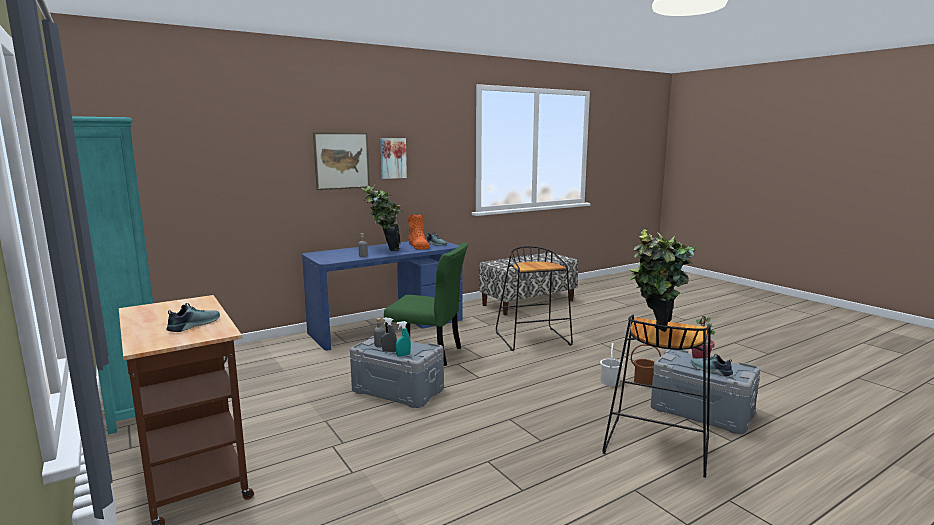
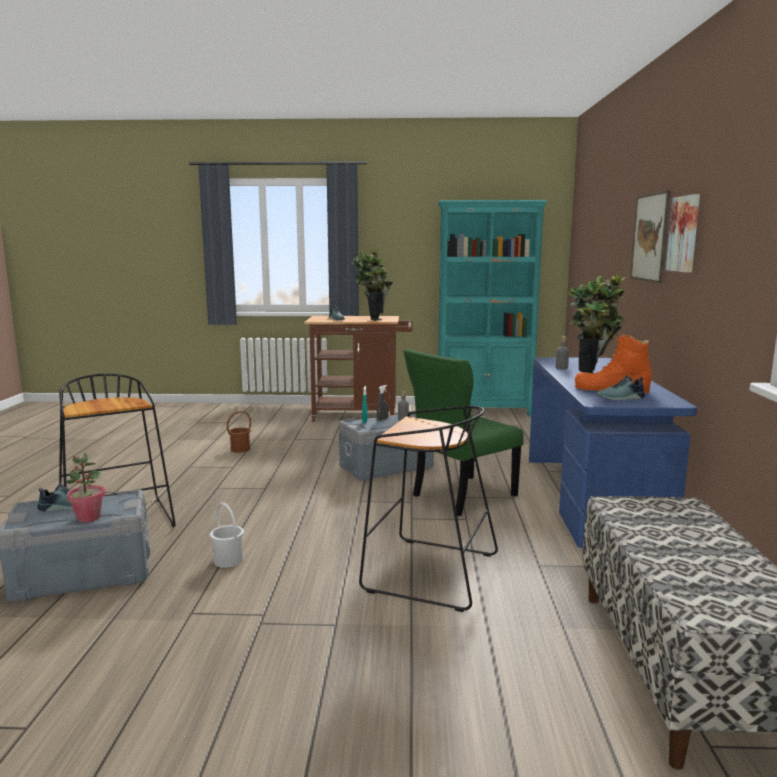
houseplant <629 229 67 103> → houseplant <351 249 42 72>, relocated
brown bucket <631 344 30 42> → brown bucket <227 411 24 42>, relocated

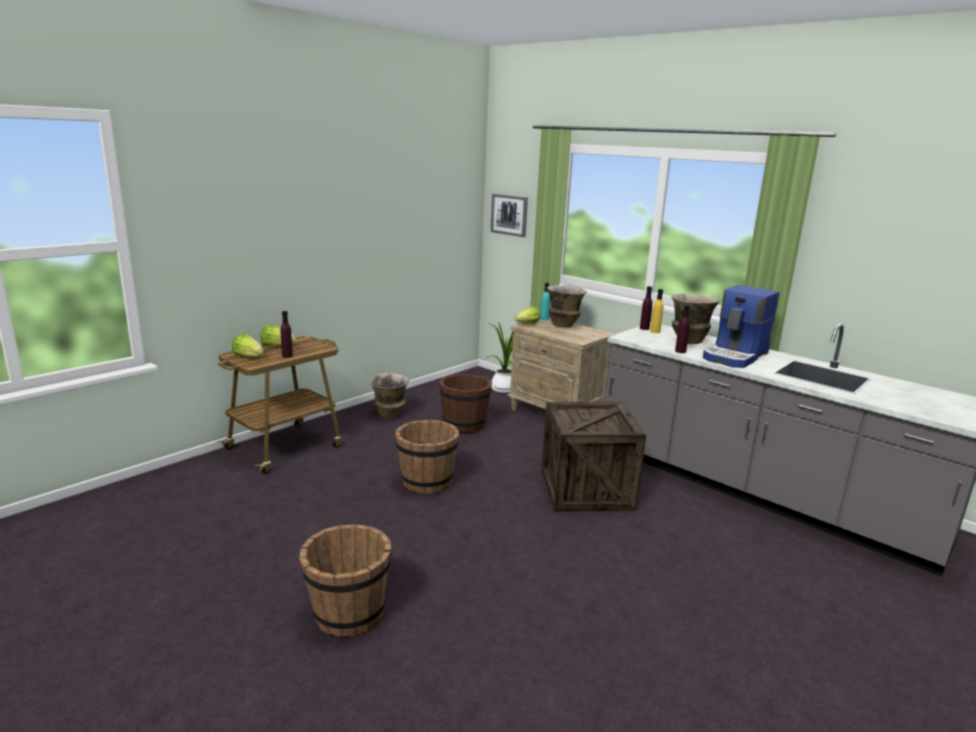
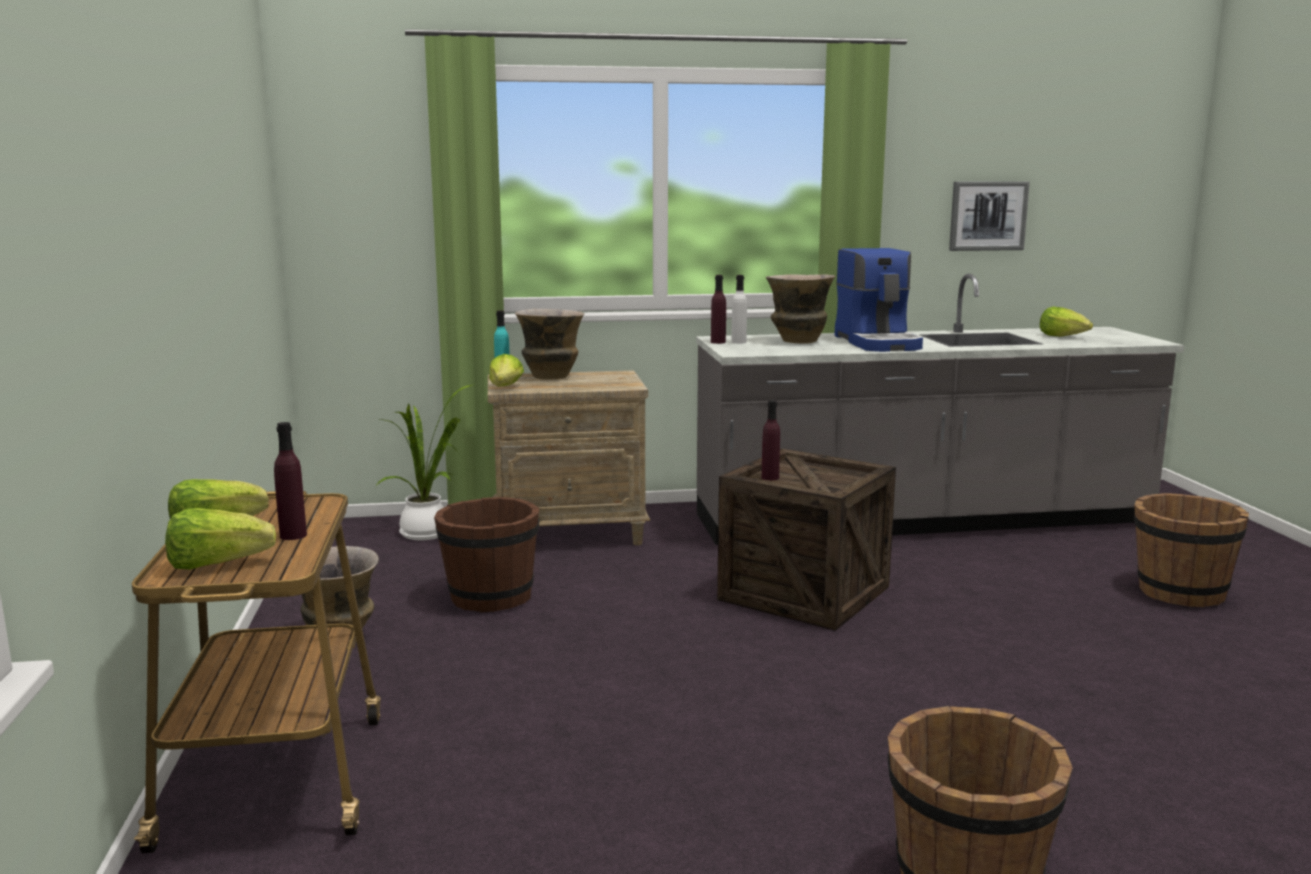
- → lettuce <1040 306 53 31>
brown bucket <395 420 64 74> → brown bucket <1134 493 115 114>, relocated
wall art <491 194 37 43> → wall art <949 181 81 70>, relocated
purple drink bottle <675 305 15 48> → purple drink bottle <762 400 18 80>, relocated
yellow-coloured drink bottle <650 289 13 44> → whitish drink bottle <731 275 16 69>

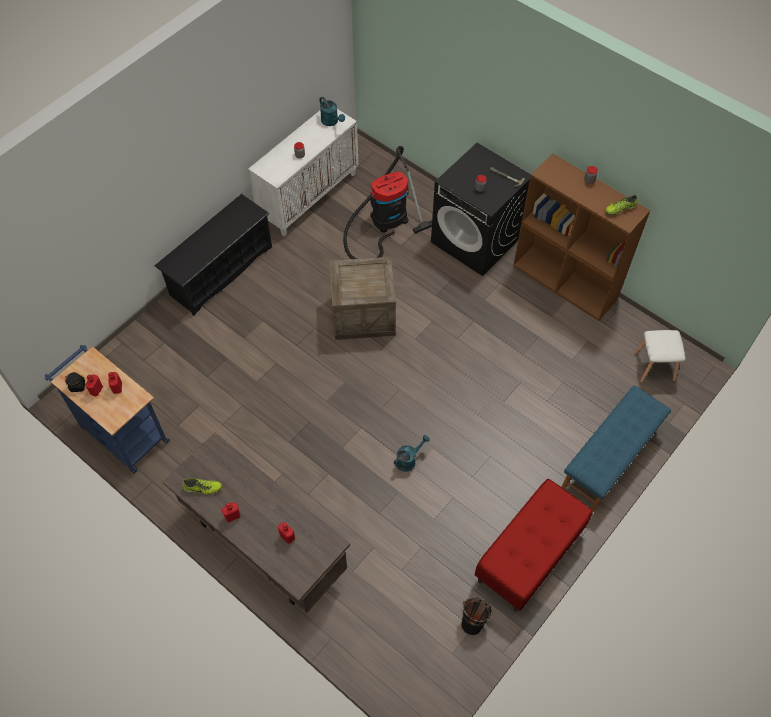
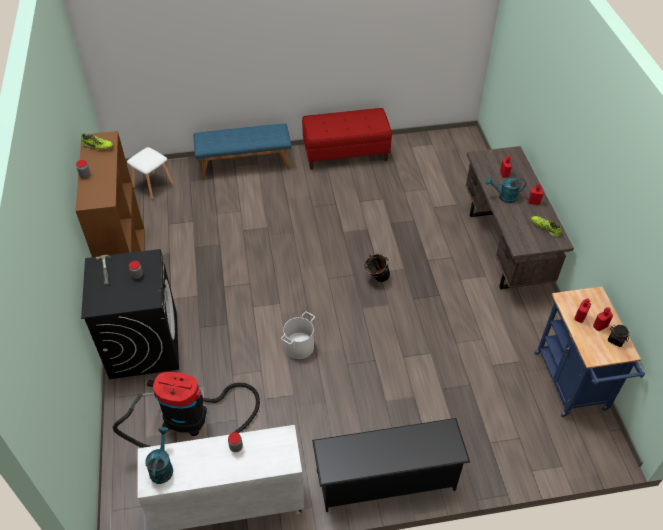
turquoise-coloured sprinkling can <394 435 36 37> → turquoise-coloured sprinkling can <485 177 41 26>, relocated
black bucket <461 597 32 39> → black bucket <365 254 25 28>, relocated
crate <330 257 66 83> → whitish bucket <281 311 34 48>

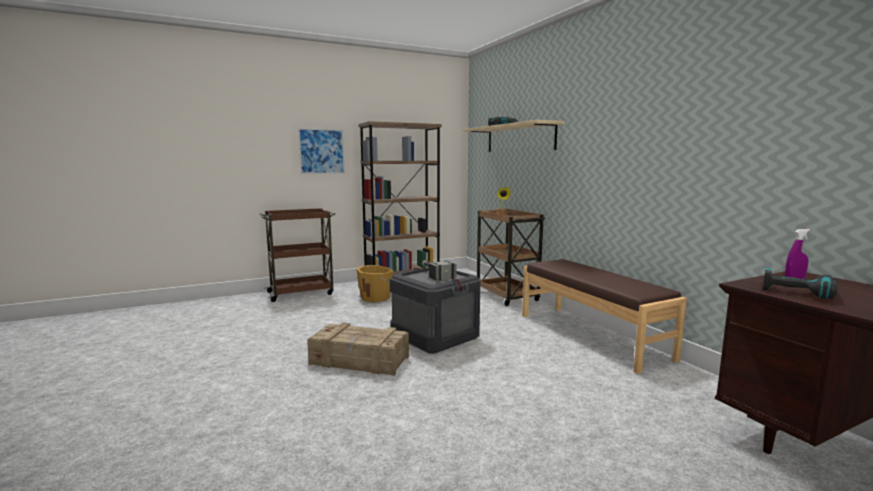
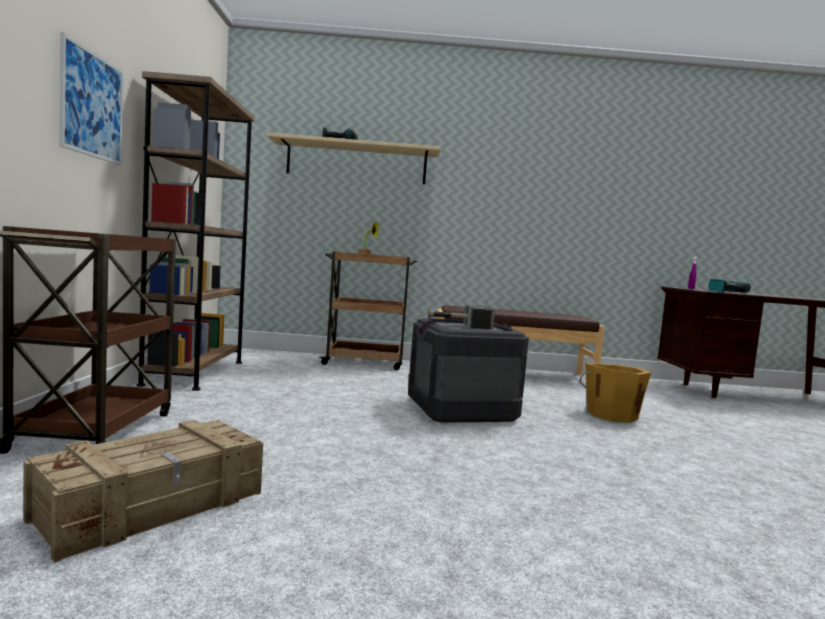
crate <307 322 102 54> → crate <23 420 240 143>, relocated
orange-coloured bucket <356 265 38 38> → orange-coloured bucket <580 363 71 60>, relocated

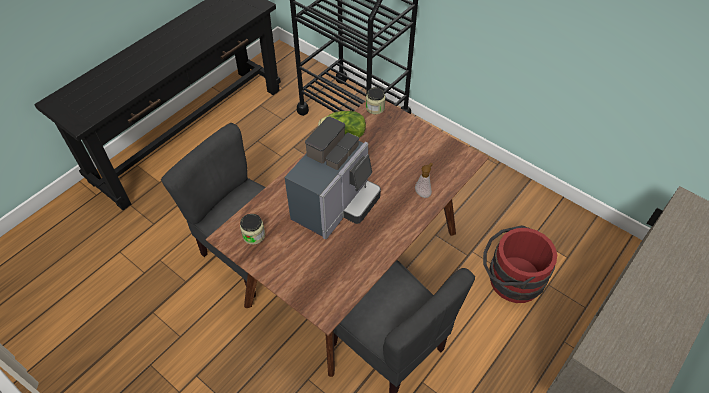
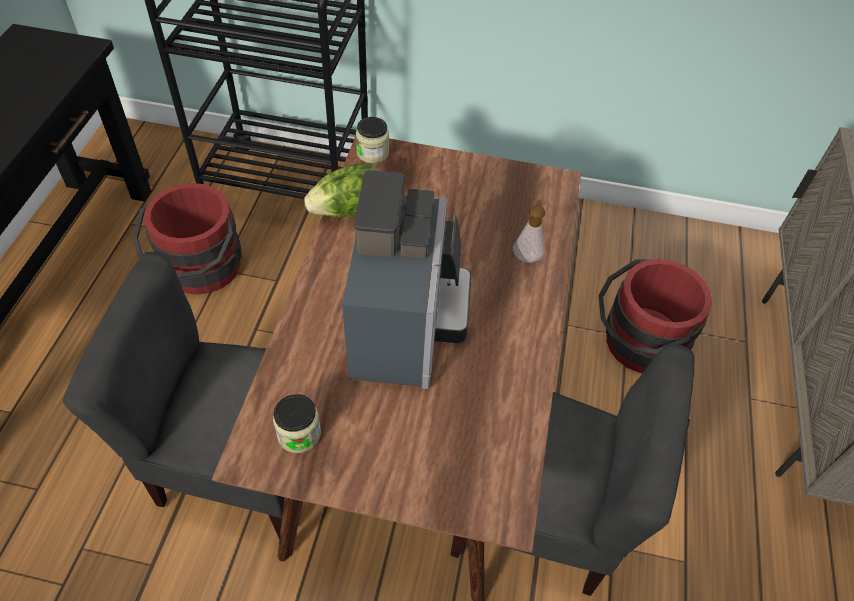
- → red-coloured bucket <133 183 108 111>

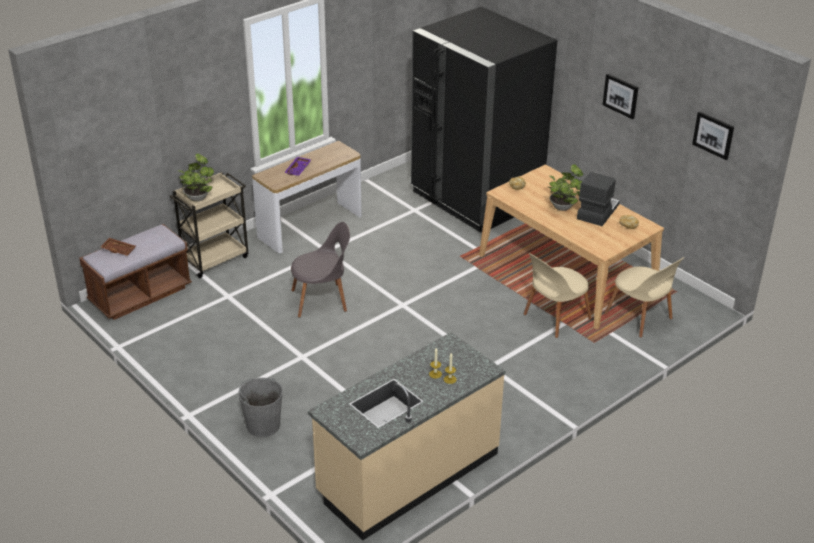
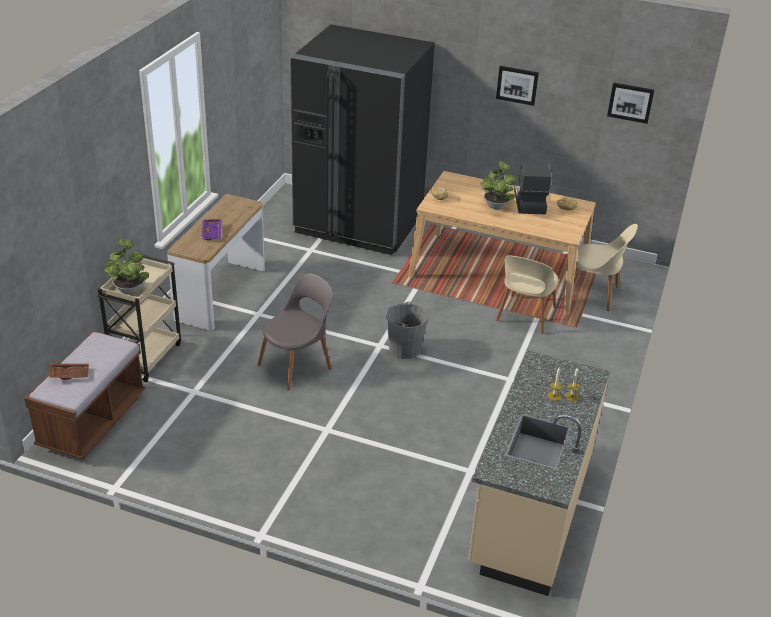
gray bucket <238 378 45 59> → gray bucket <385 302 43 57>, relocated

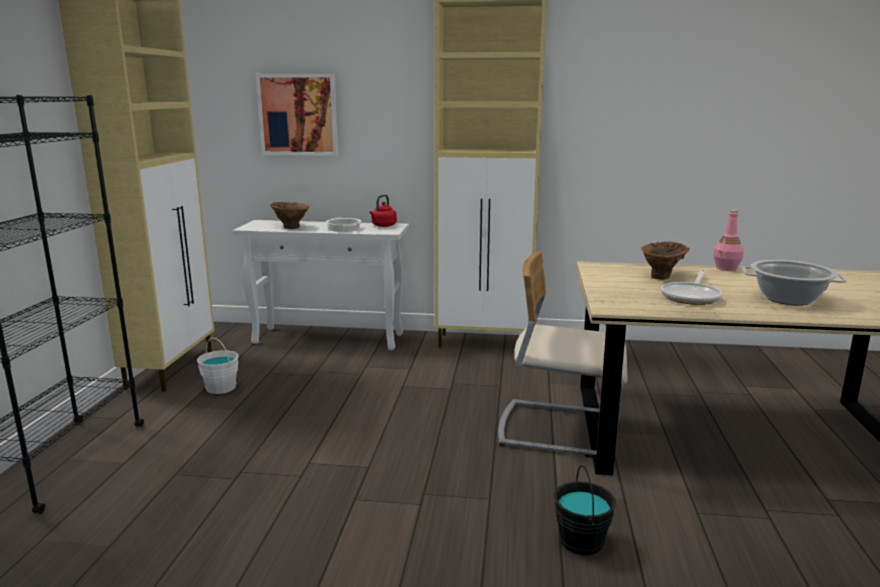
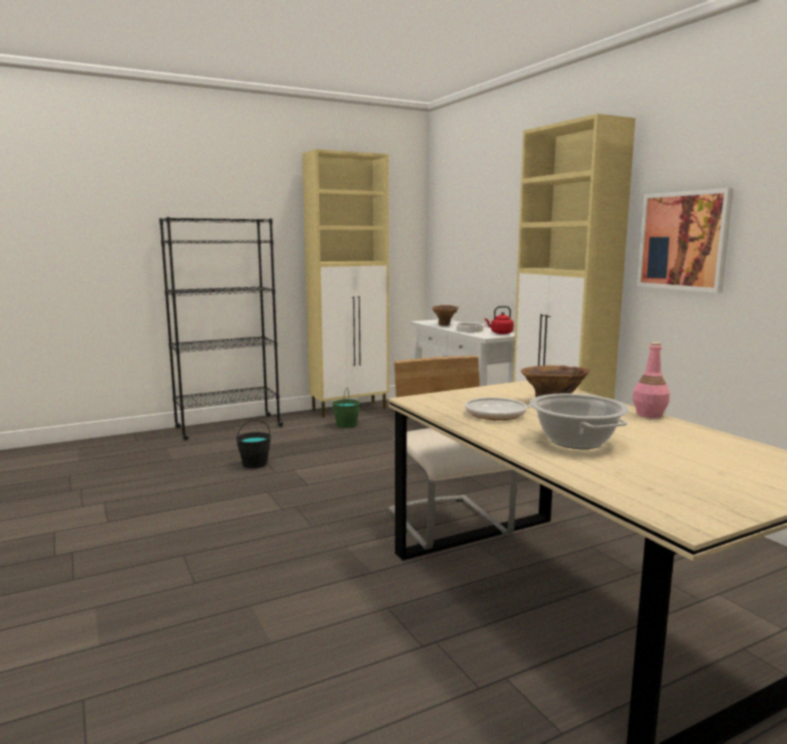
wall art <256 74 82 82> → wall art <637 188 96 105>, relocated
black bucket <554 465 62 90> → black bucket <236 420 35 48>, relocated
whitish bucket <197 338 42 56> → greenish bucket <332 388 29 40>

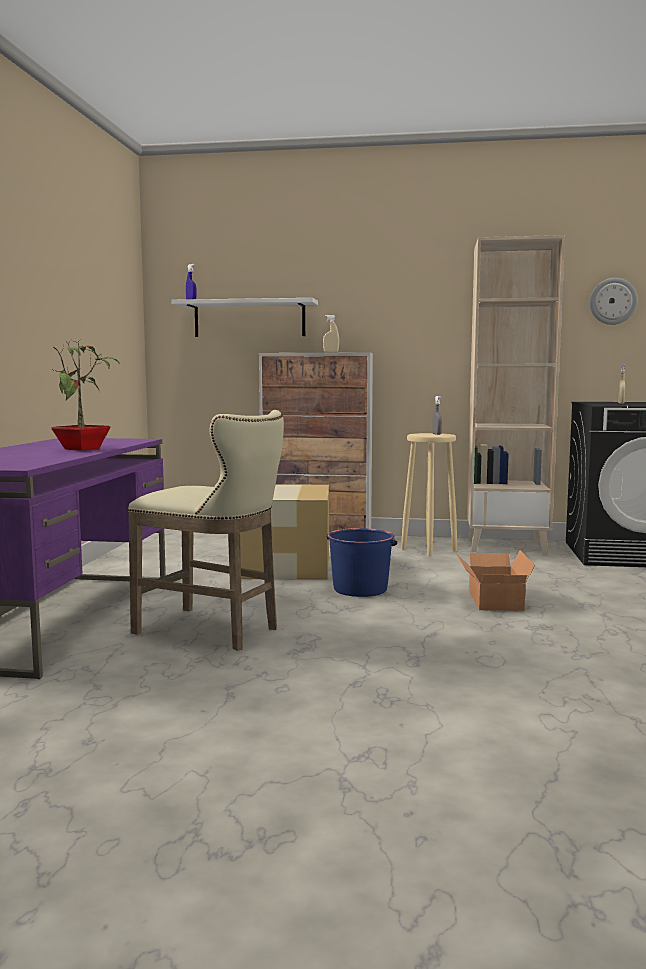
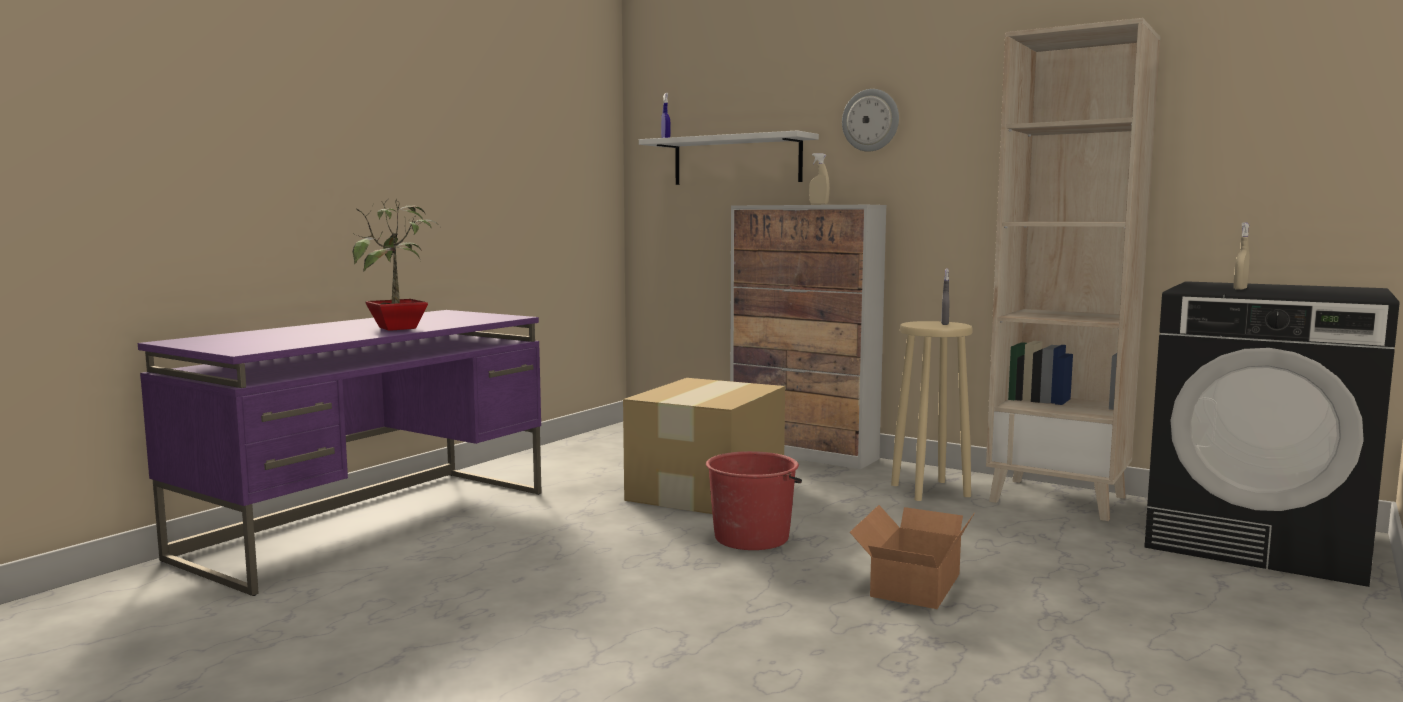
sand-coloured sitting stool <127 410 157 241> → -
wall clock <590 278 48 47> → wall clock <842 89 57 63>, relocated
blue-coloured bucket <327 528 70 69> → red-coloured bucket <706 451 96 99>

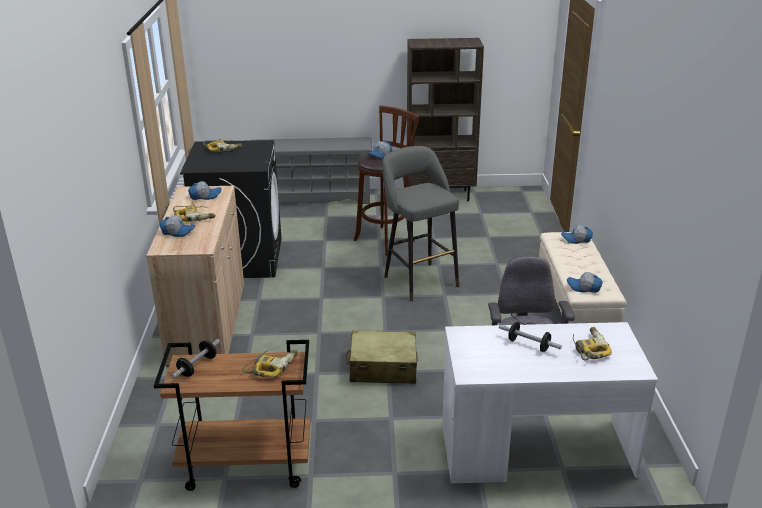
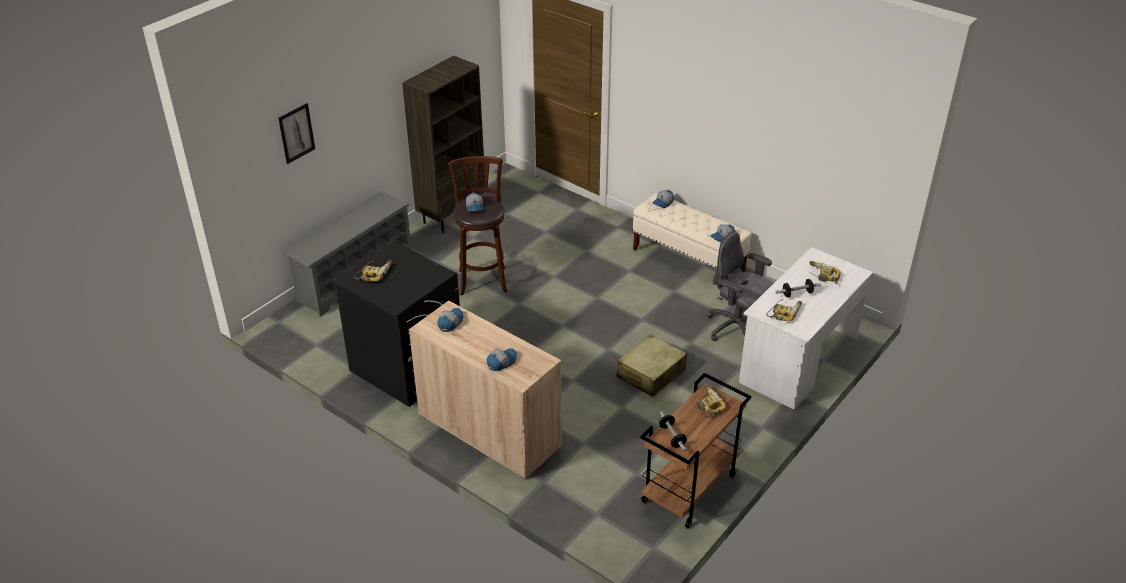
gray sitting stool <382 146 77 155> → -
- → wall art <278 103 37 61>
power drill <173 205 43 17> → power drill <767 299 35 22>, relocated

